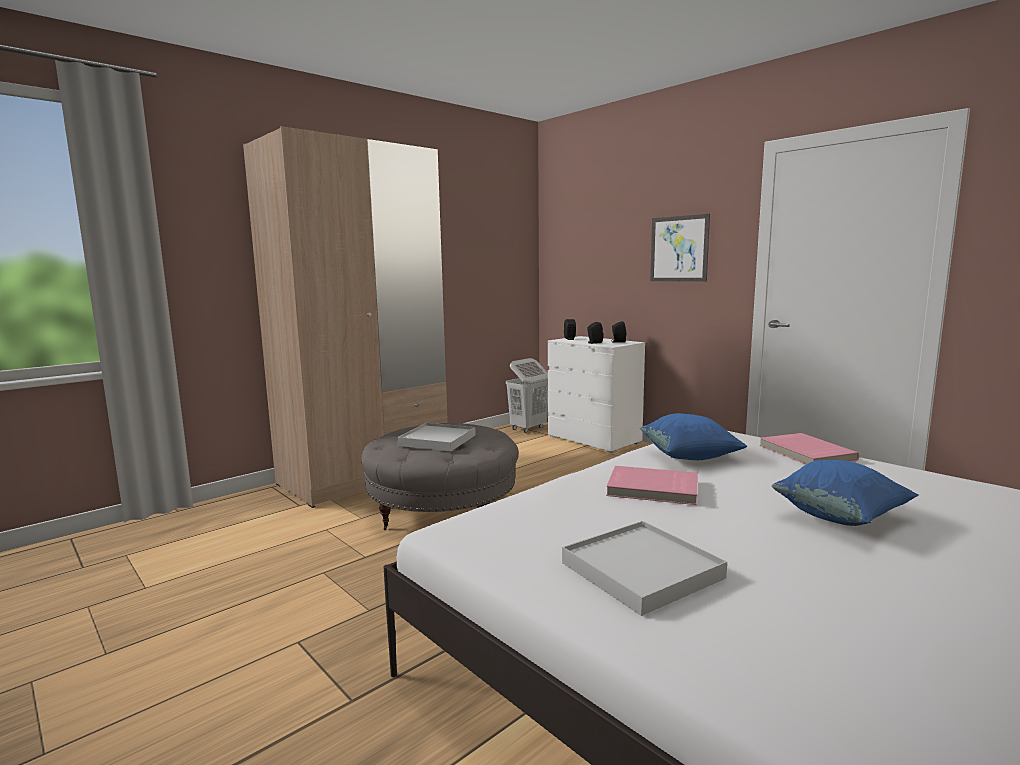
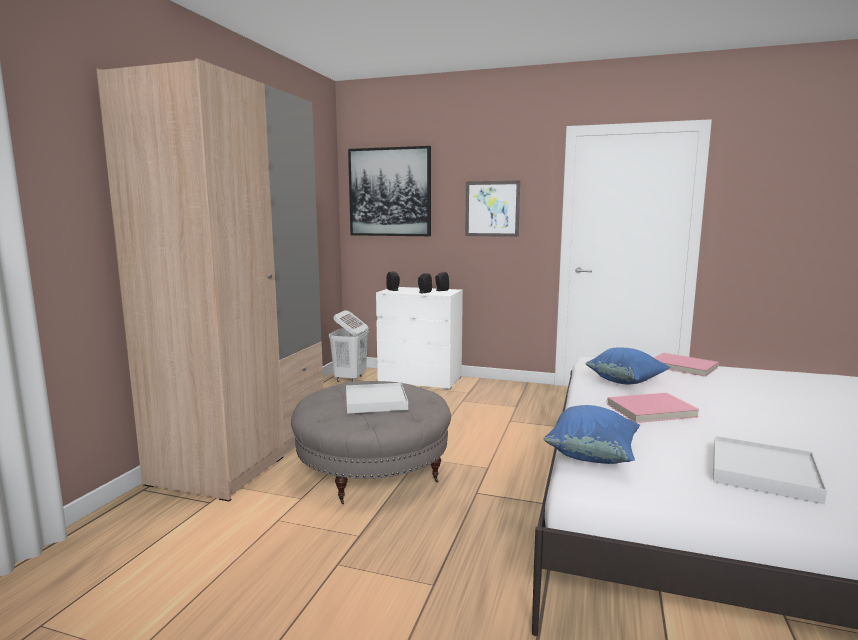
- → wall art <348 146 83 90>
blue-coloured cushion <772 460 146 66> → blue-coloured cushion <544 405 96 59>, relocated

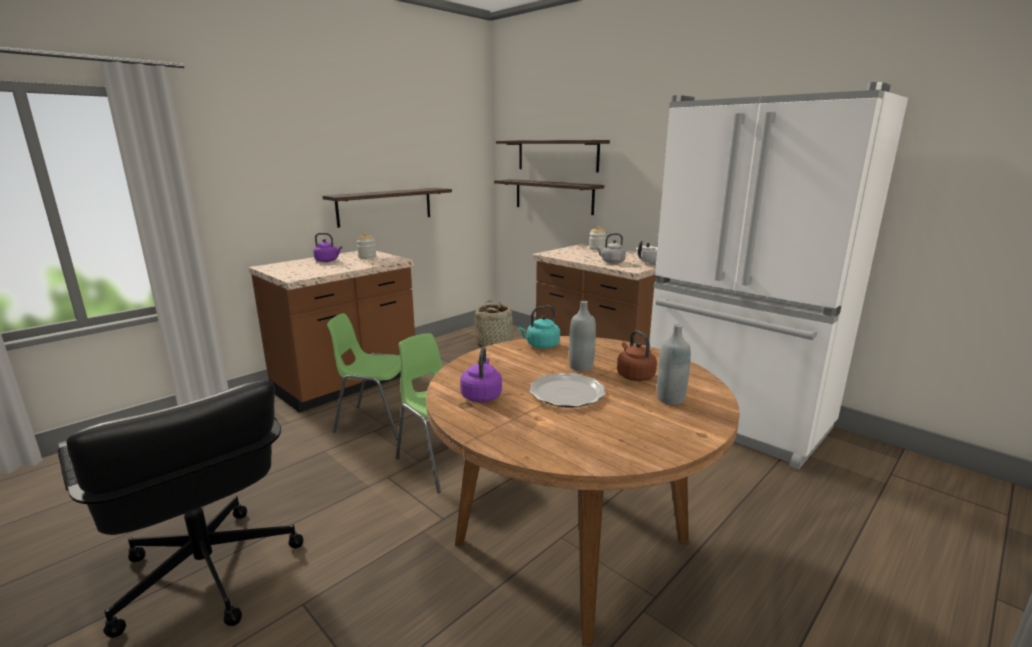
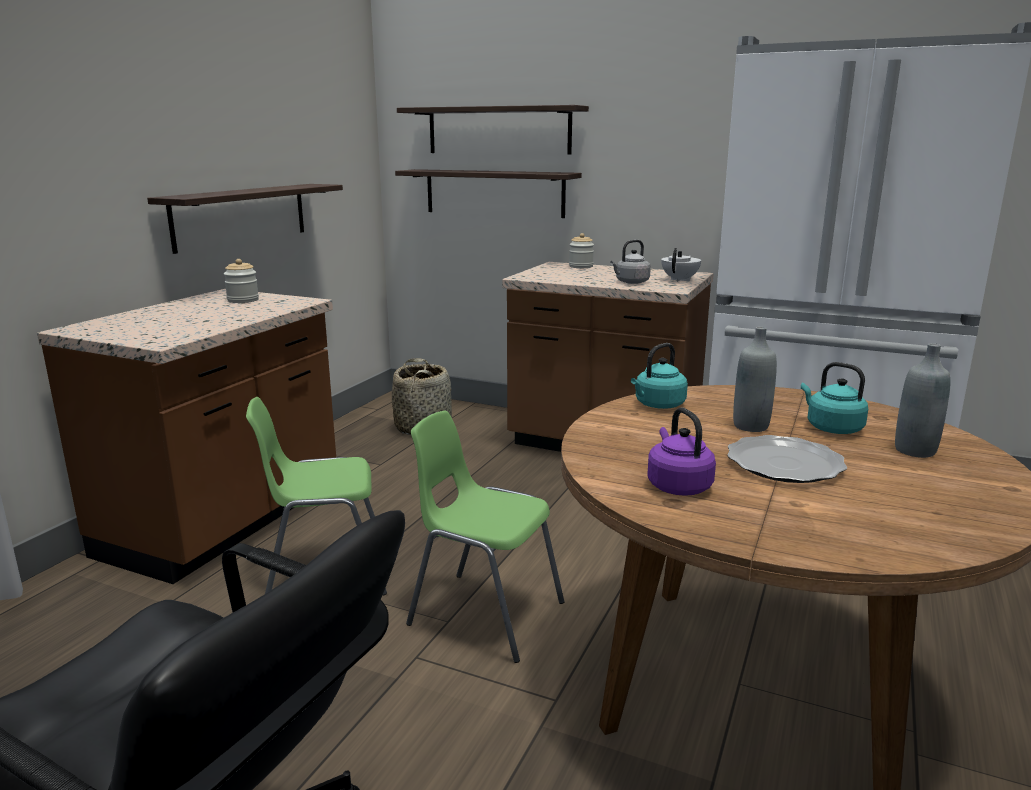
purple kettle <313 233 29 29> → -
brown kettle <617 330 40 51> → turquoise-coloured kettle <801 362 67 72>

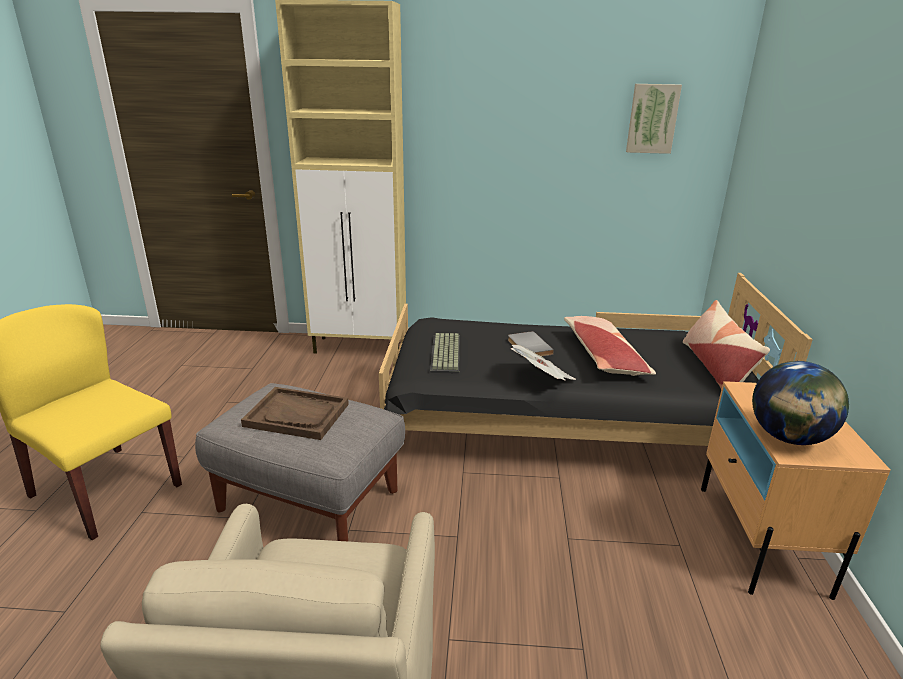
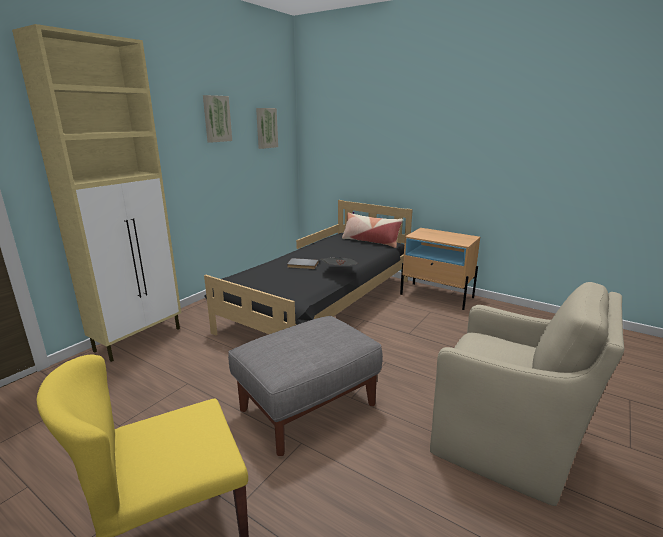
brown tray <241 387 108 53> → -
PC keyboard <430 333 30 41> → -
cushion <564 316 92 60> → -
globe <752 361 97 84> → -
- → wall art <203 95 29 48>

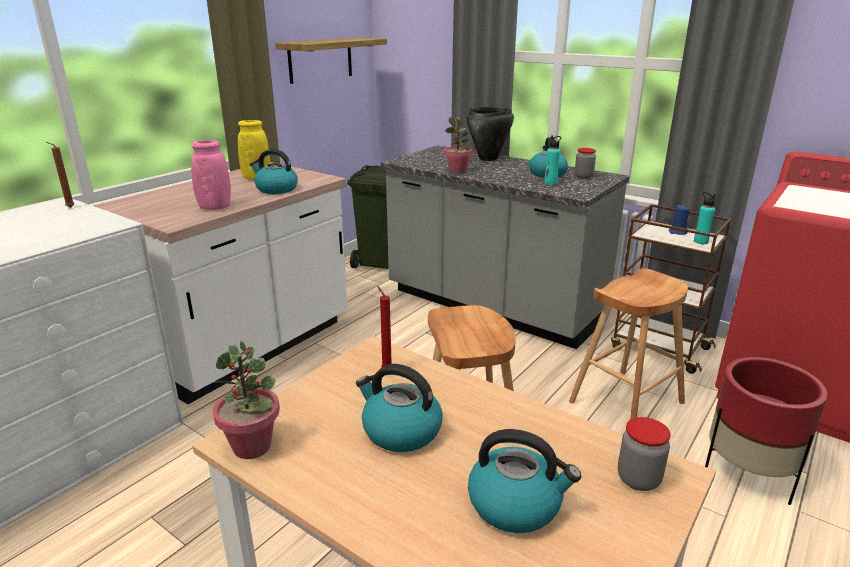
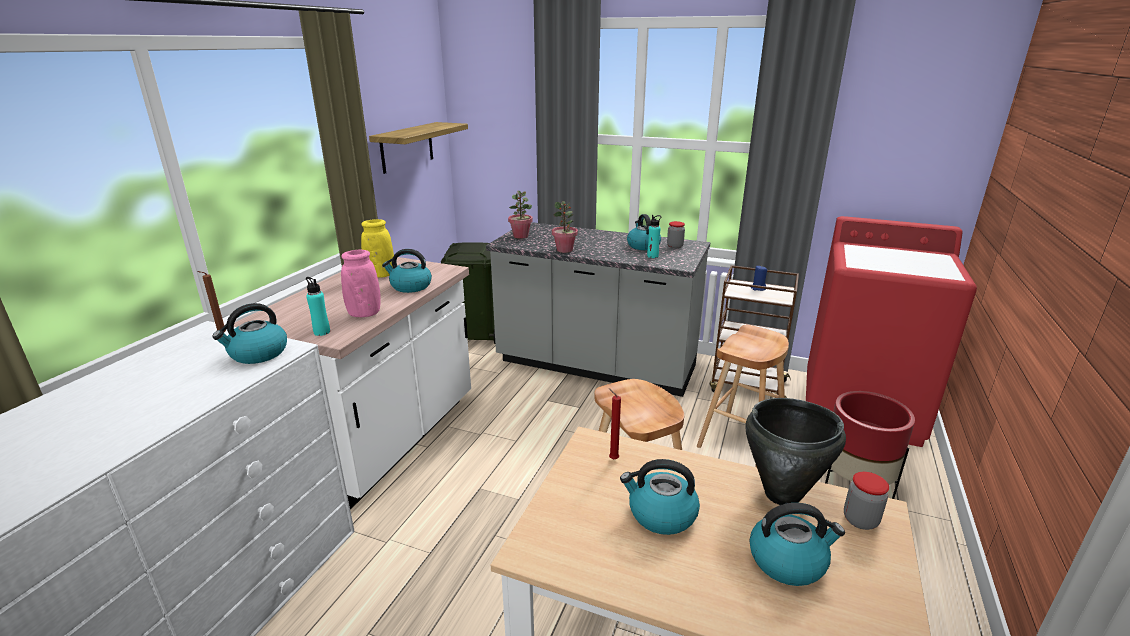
- → kettle <212 303 75 61>
houseplant <213 341 67 118> → houseplant <508 191 25 48>, relocated
black stockpot <466 107 48 54> → black stockpot <745 398 101 107>, relocated
turquoise-coloured drink bottle <694 192 21 52> → turquoise-coloured drink bottle <306 277 24 59>, relocated

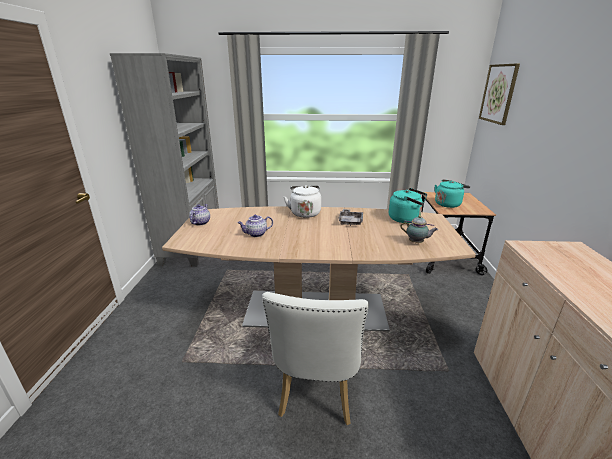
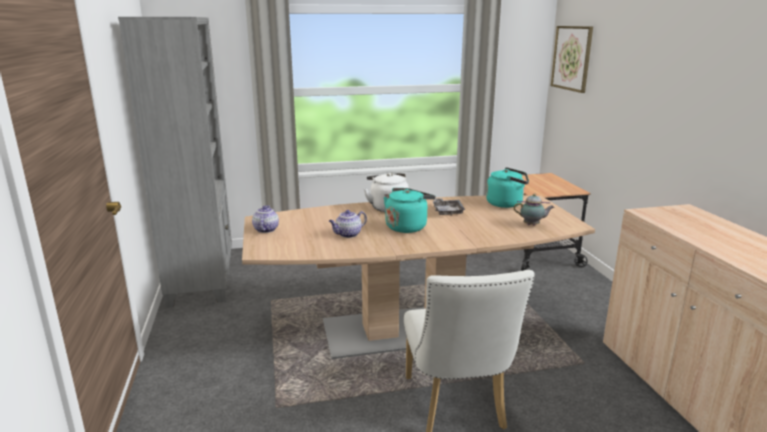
turquoise-coloured kettle <435 179 35 29> → turquoise-coloured kettle <384 188 52 45>, relocated

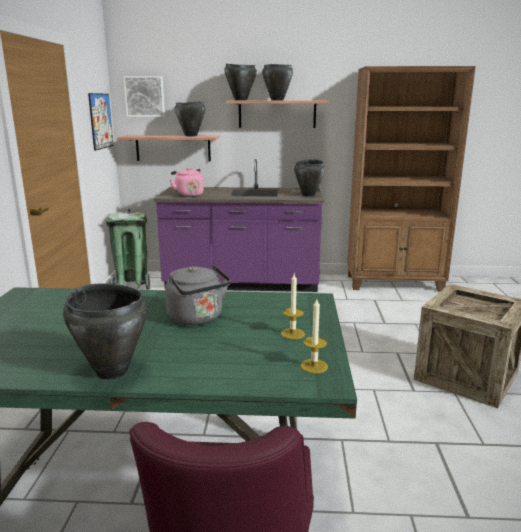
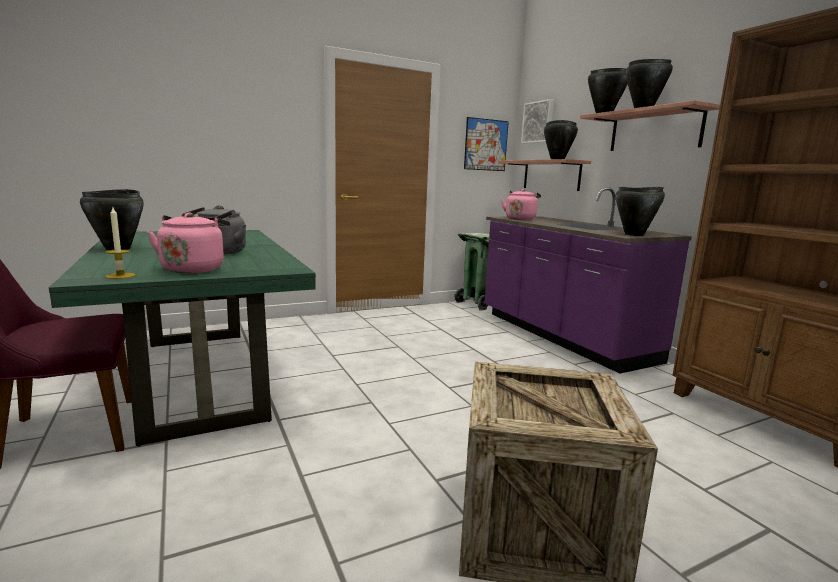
wax candle <281 274 24 65> → pink-coloured kettle <147 212 83 61>

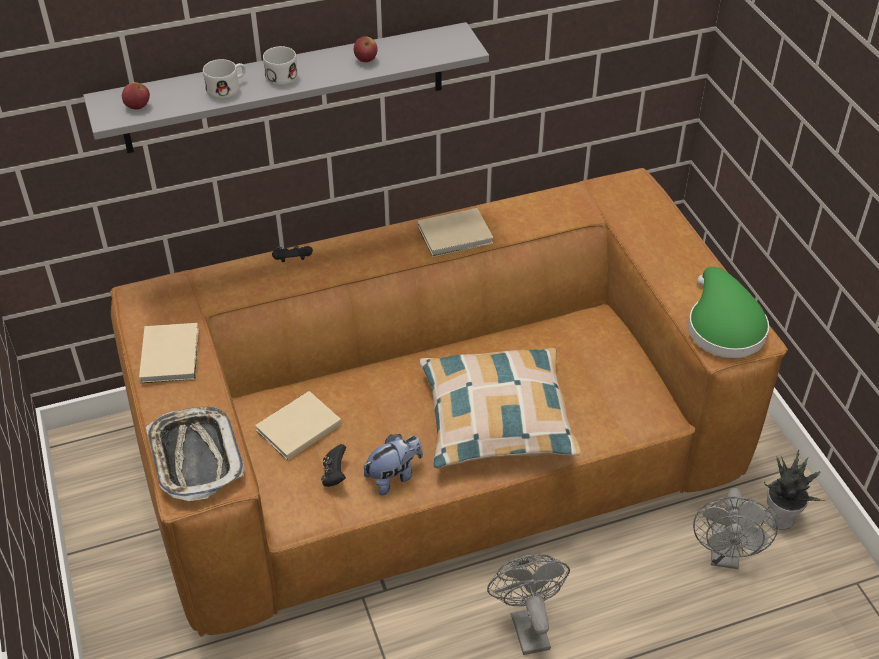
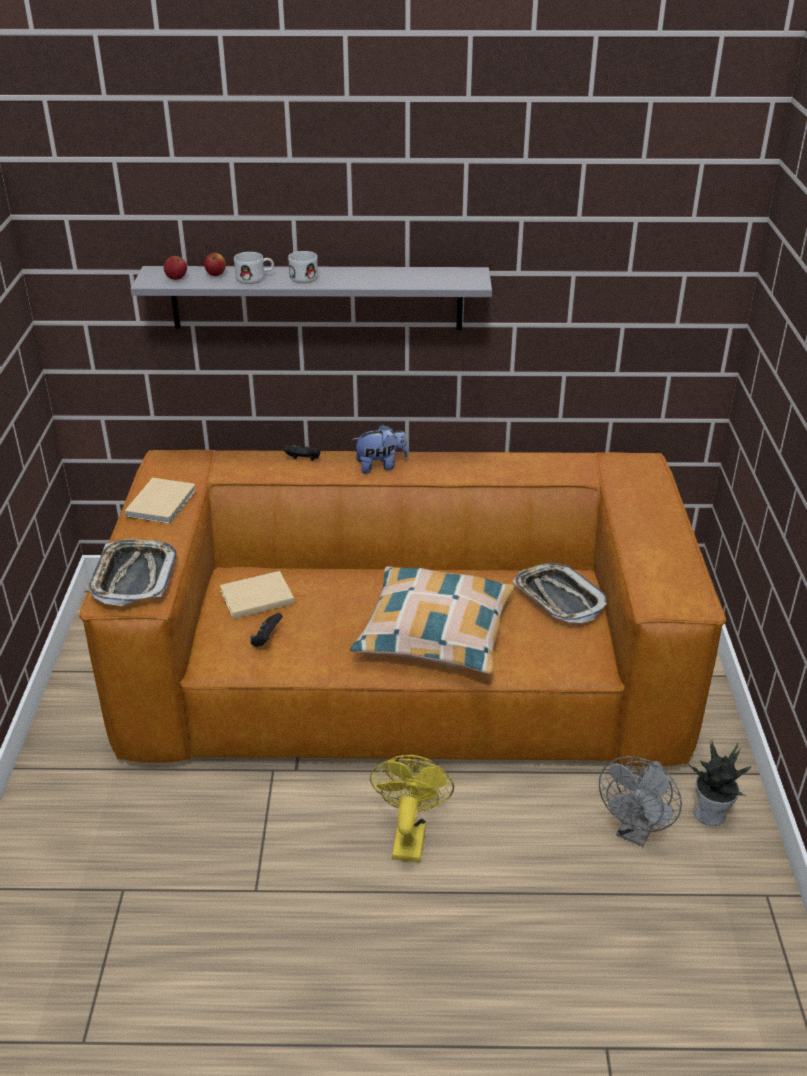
sand-coloured bound book <418 208 75 49> → -
greenish wearable hat <688 267 81 91> → -
- → tray <512 563 95 60>
apple <354 36 24 26> → apple <204 253 22 23>, relocated
soft toy <364 434 59 62> → soft toy <352 424 56 50>, relocated
gray electric fan <487 554 83 101> → yellow-coloured electric fan <370 755 84 107>

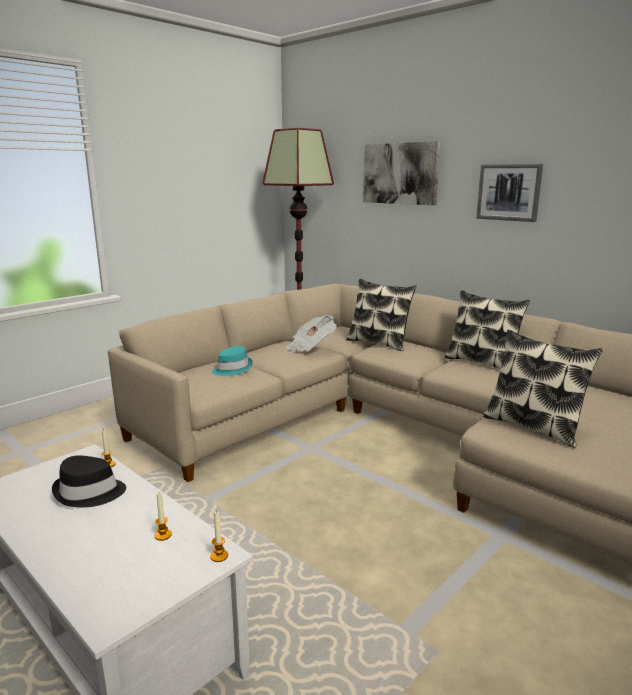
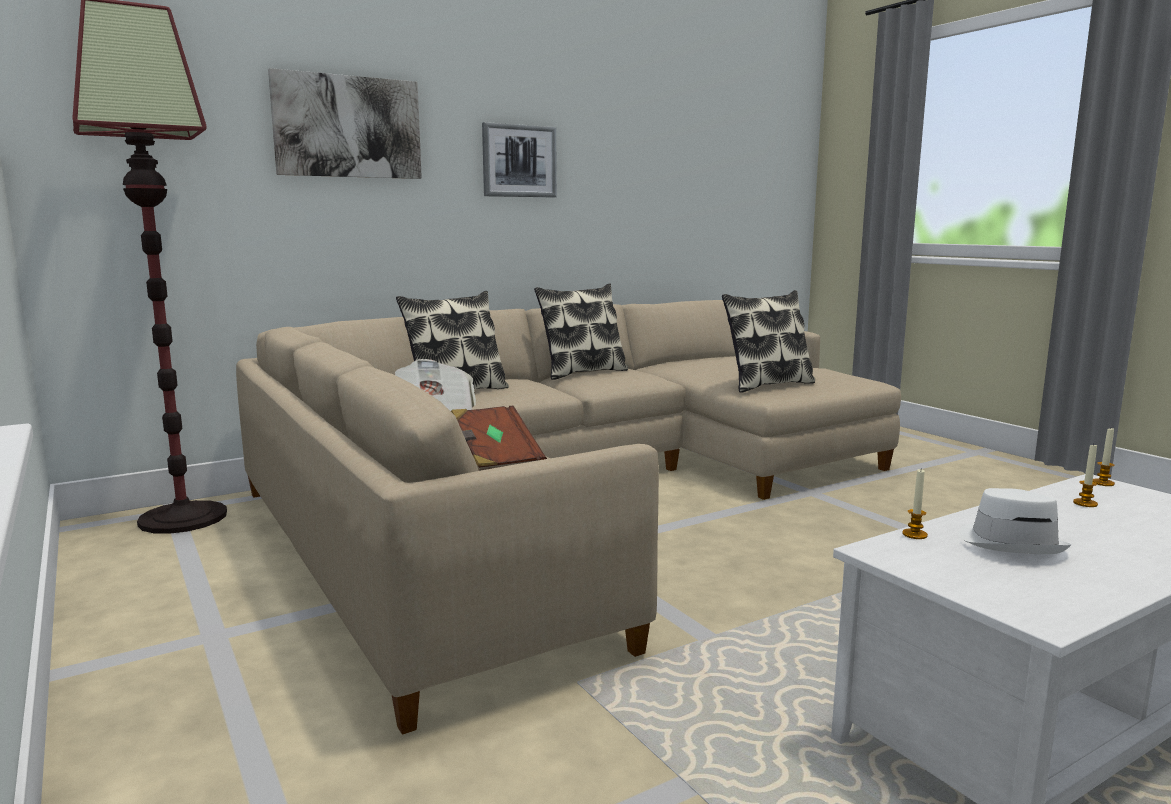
turquoise-coloured wearable hat <212 346 41 30> → brown bound book <451 406 96 65>
black wearable hat <52 456 74 51> → whitish wearable hat <958 488 113 66>

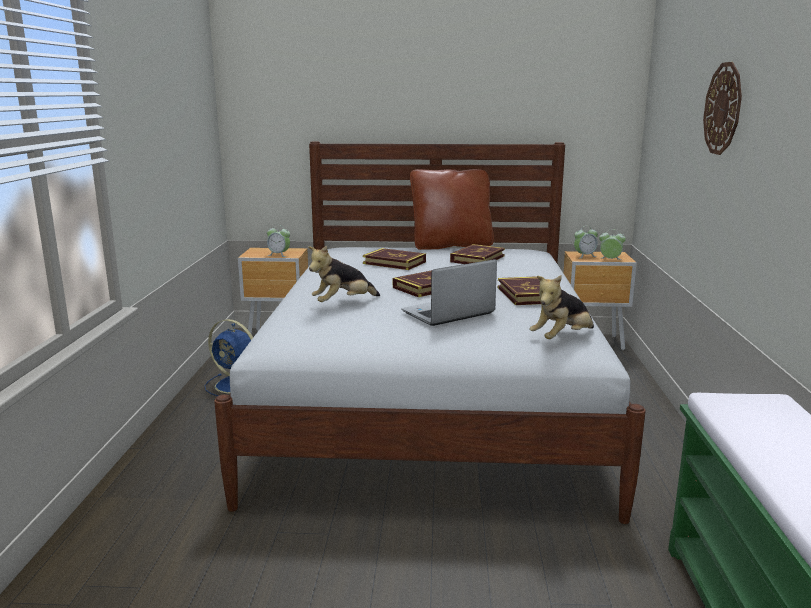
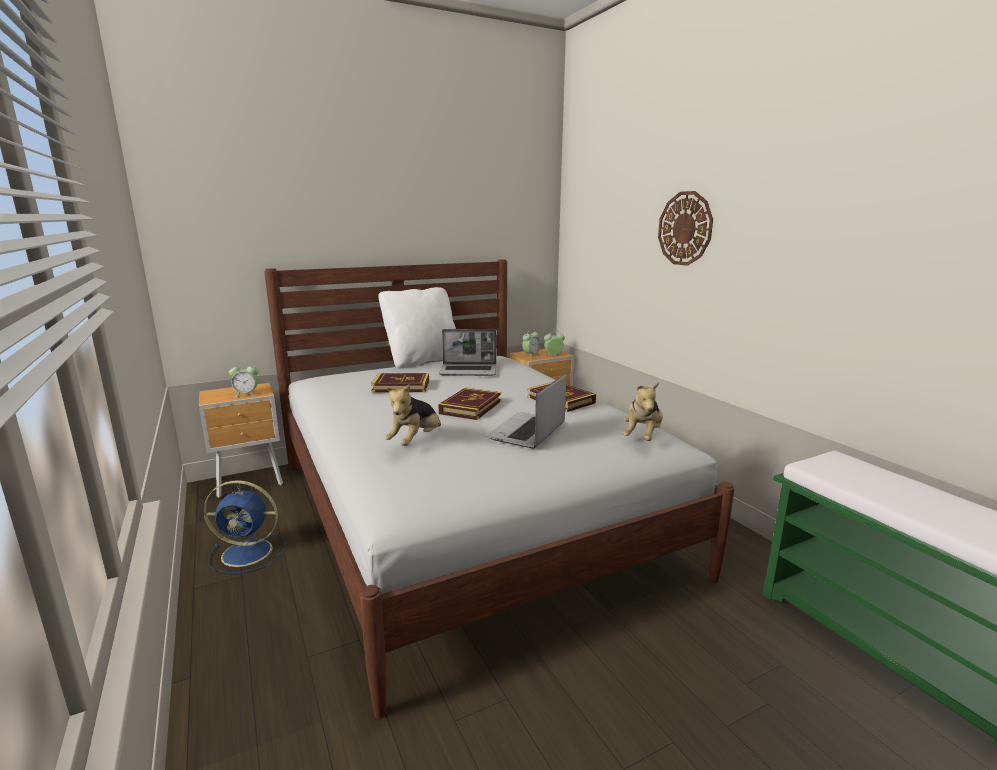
bound book <450 244 55 20> → portable computer <439 329 57 47>
brown cushion <410 169 84 81> → whitish cushion <378 287 78 82>

